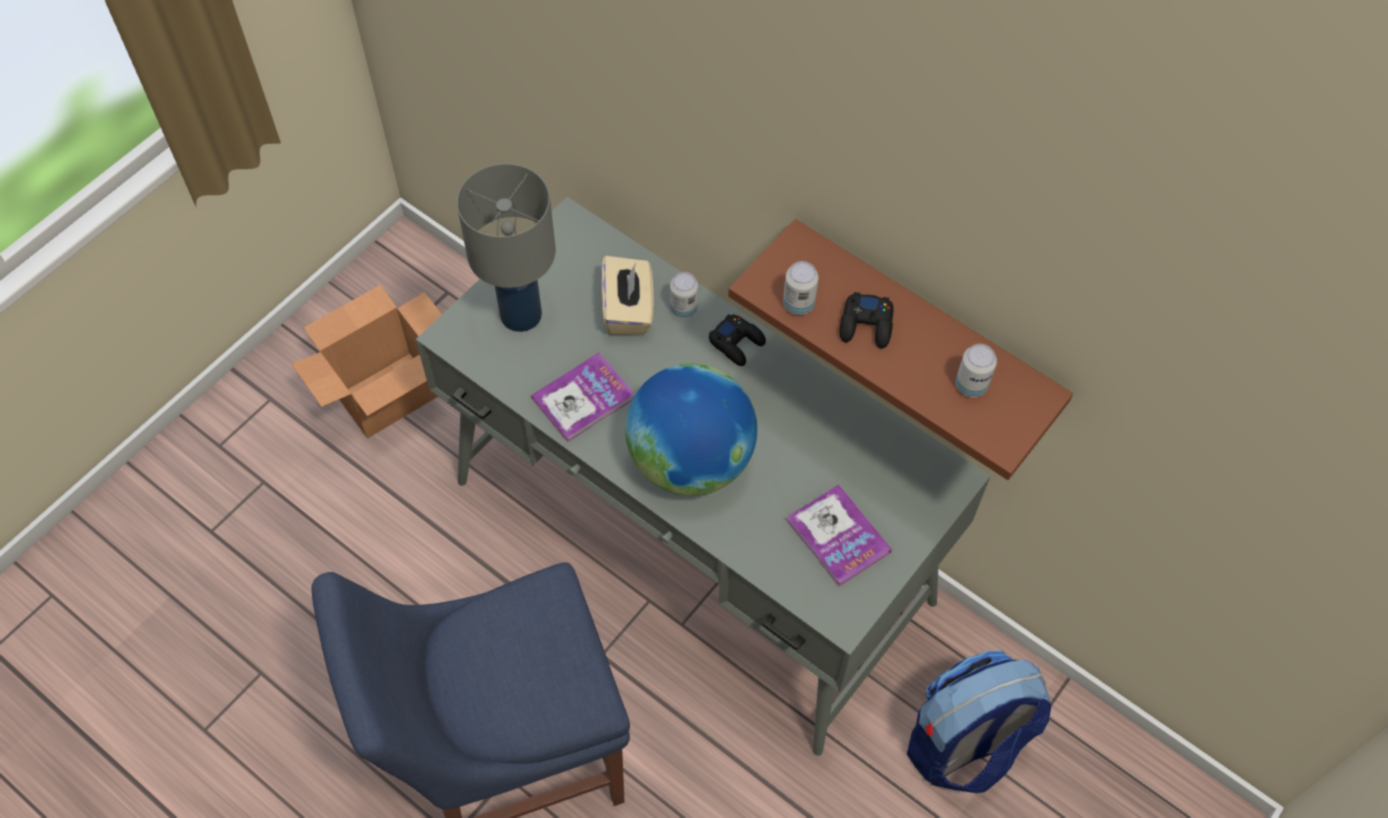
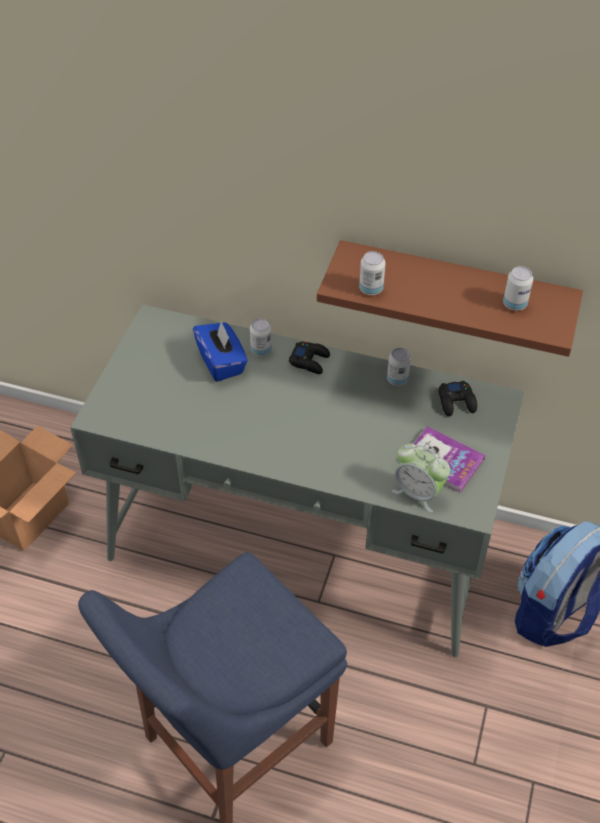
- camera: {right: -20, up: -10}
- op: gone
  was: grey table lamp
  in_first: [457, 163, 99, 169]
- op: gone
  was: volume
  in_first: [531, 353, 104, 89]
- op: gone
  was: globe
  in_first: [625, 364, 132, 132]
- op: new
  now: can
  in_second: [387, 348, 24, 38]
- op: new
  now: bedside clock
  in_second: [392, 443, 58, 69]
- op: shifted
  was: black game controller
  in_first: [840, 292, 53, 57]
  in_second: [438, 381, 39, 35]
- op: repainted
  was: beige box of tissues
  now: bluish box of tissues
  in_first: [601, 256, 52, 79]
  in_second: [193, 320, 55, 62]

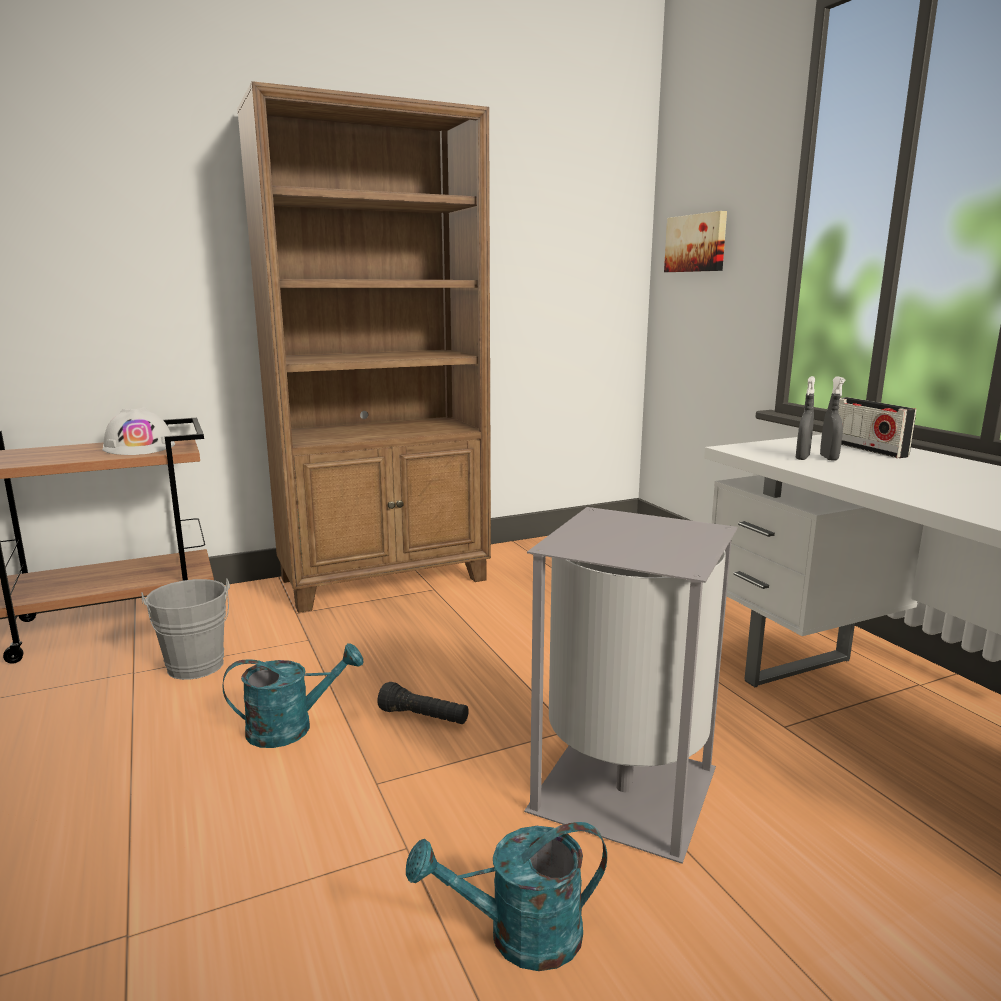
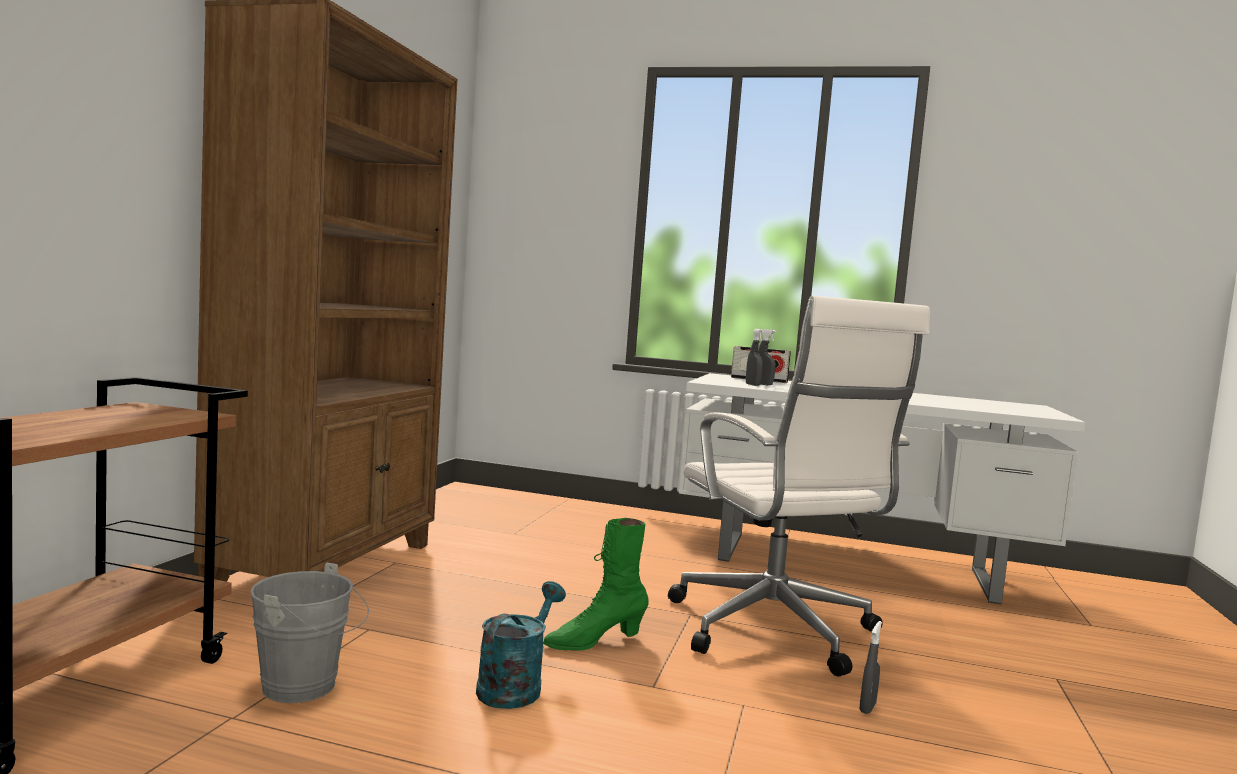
- camera: {right: -50, up: -10}
- op: gone
  was: white hard hat
  in_first: [102, 407, 73, 48]
- op: gone
  was: wall art
  in_first: [664, 211, 63, 61]
- op: swapped
  was: black torch
  now: greenish tall boot
  in_first: [377, 682, 92, 42]
  in_second: [543, 518, 106, 133]
- op: swapped
  was: turquoise-coloured watering can
  now: grey hand sprayer
  in_first: [406, 822, 201, 149]
  in_second: [860, 621, 22, 93]
- op: swapped
  was: grey rubbish bin
  now: white office chair
  in_first: [524, 507, 214, 357]
  in_second: [668, 296, 262, 380]

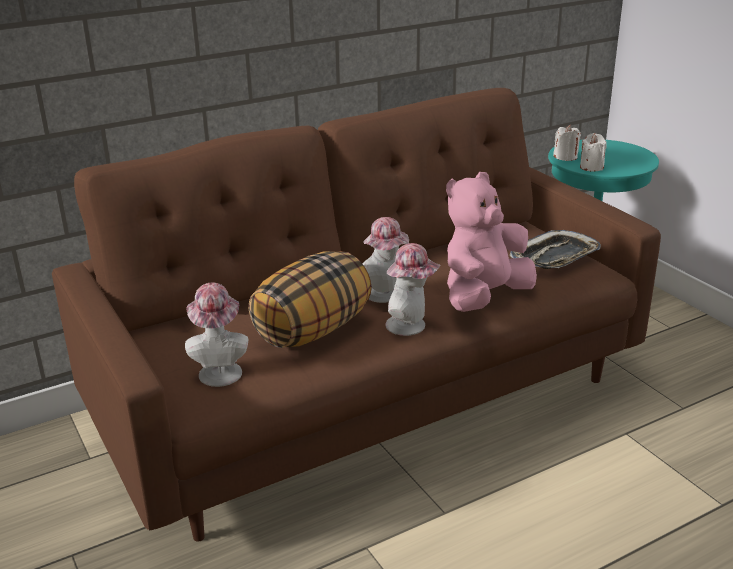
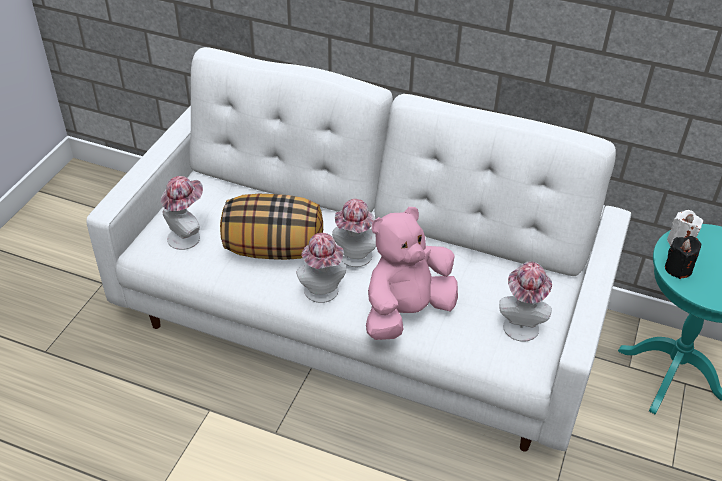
- camera: {right: 50, up: 15}
- op: swapped
  was: tray
  now: clothing hat
  in_first: [510, 230, 91, 39]
  in_second: [499, 261, 53, 81]
- op: repainted
  was: brown-coloured couch
  now: white couch
  in_first: [52, 88, 609, 454]
  in_second: [86, 47, 545, 405]
- op: repainted
  was: white wax candle
  now: black wax candle
  in_first: [580, 133, 27, 38]
  in_second: [665, 236, 36, 43]
- op: rotated
  was: pinkish cuddly toy
  in_first: [446, 172, 91, 140]
  in_second: [366, 207, 92, 133]
  clockwise: -45

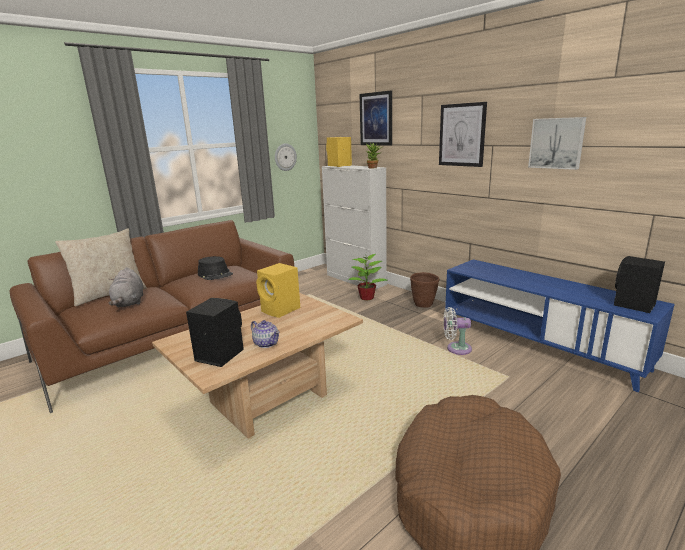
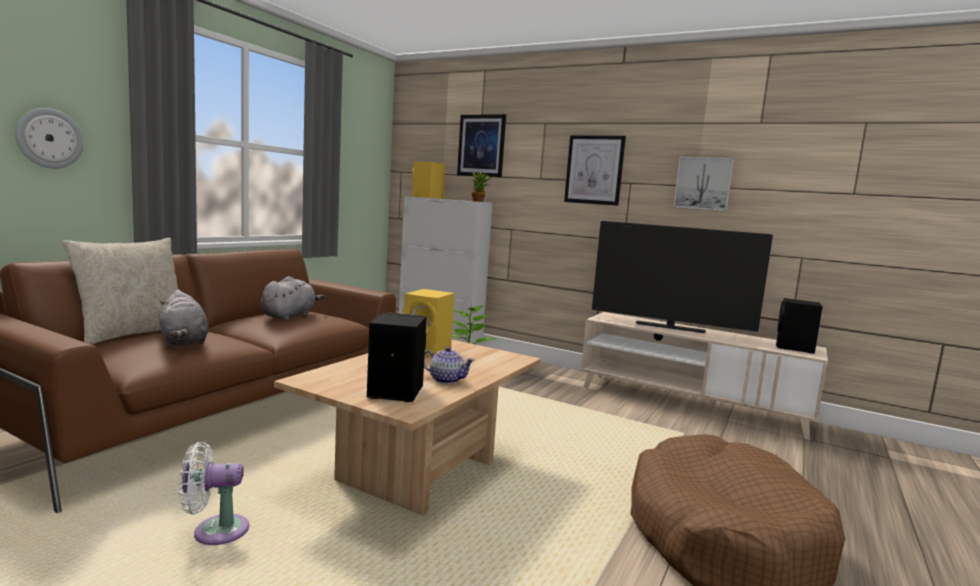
- camera: {right: -20, up: -10}
- op: gone
  was: brown-coloured flower pot
  in_first: [410, 272, 29, 36]
- op: new
  now: TV
  in_second: [592, 221, 181, 112]
- op: shifted
  was: wall clock
  in_first: [275, 143, 22, 28]
  in_second: [15, 108, 69, 61]
- op: shifted
  was: white electric fan
  in_first: [443, 307, 29, 48]
  in_second: [179, 442, 70, 103]
- op: swapped
  was: black clothing hat
  now: grey cuddly toy
  in_first: [198, 256, 35, 24]
  in_second: [261, 277, 64, 43]
- op: repainted
  was: bluish tv stand
  now: beige tv stand
  in_first: [445, 259, 230, 133]
  in_second: [581, 312, 247, 128]

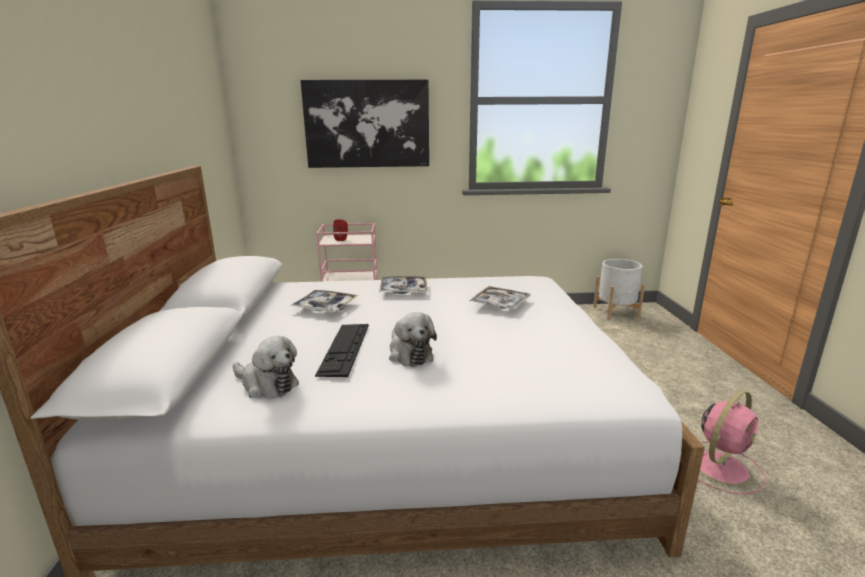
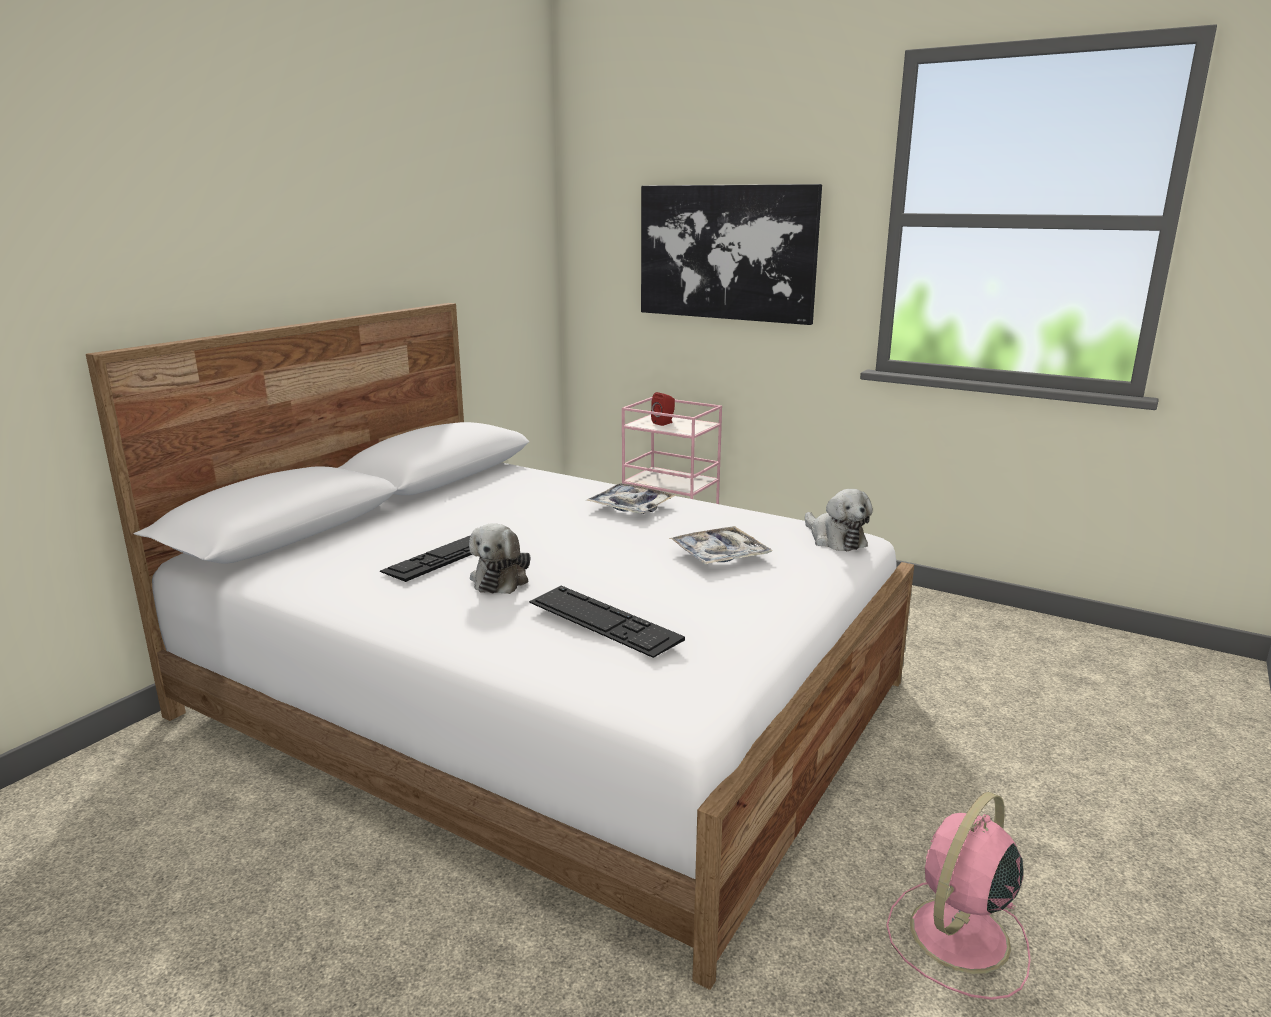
- camera: {right: 35, up: 0}
- op: gone
  was: tray
  in_first: [290, 290, 68, 23]
- op: gone
  was: white flower pot
  in_first: [593, 259, 52, 61]
- op: new
  now: keyboard
  in_second: [529, 586, 156, 72]
- op: shifted
  was: cuddly toy
  in_first: [233, 336, 66, 62]
  in_second: [805, 489, 68, 62]
- op: rotated
  was: pinkish electric fan
  in_first: [698, 390, 68, 105]
  in_second: [886, 792, 145, 208]
  clockwise: 135

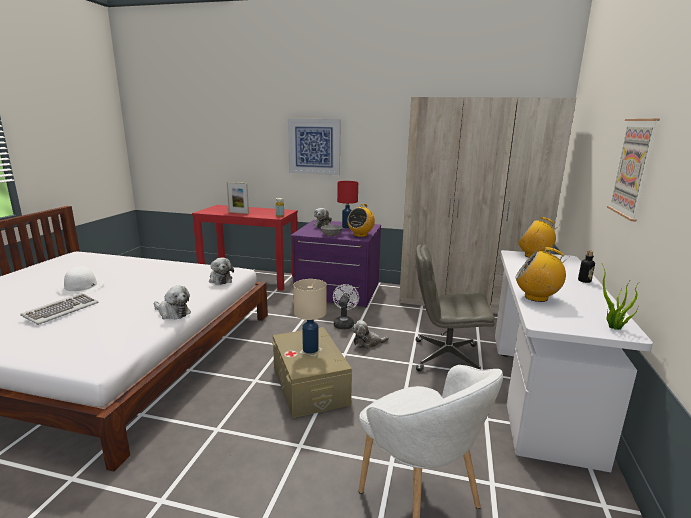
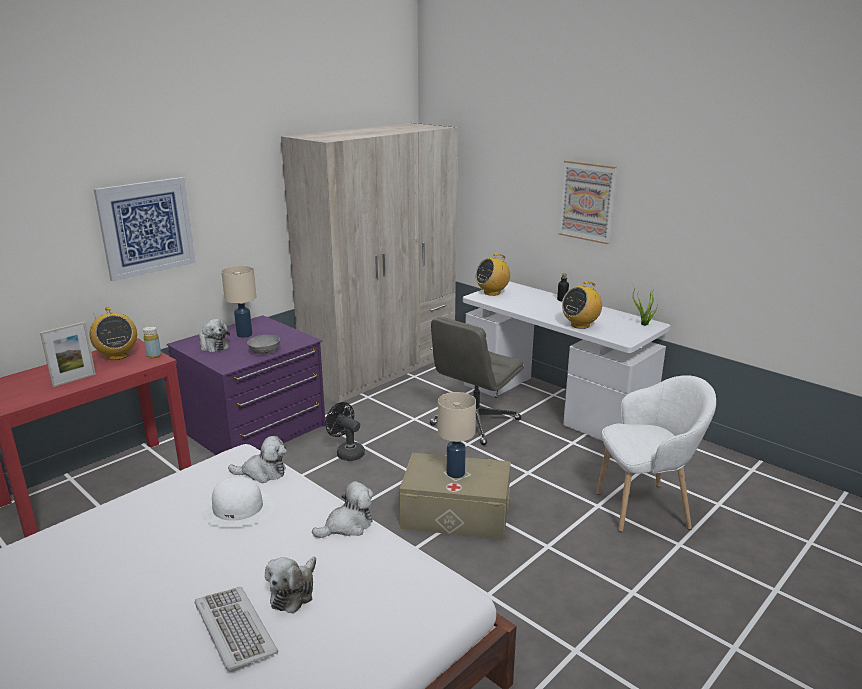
- camera: {right: -60, up: 5}
- op: shifted
  was: white clothing hat
  in_first: [57, 266, 47, 30]
  in_second: [202, 477, 72, 50]
- op: shifted
  was: radio receiver
  in_first: [347, 204, 28, 33]
  in_second: [90, 307, 47, 53]
- op: shifted
  was: cuddly toy
  in_first: [352, 320, 37, 29]
  in_second: [265, 557, 51, 57]
- op: repainted
  was: white electric fan
  now: black electric fan
  in_first: [333, 284, 26, 45]
  in_second: [325, 402, 40, 59]
- op: repainted
  was: reddish table lamp
  now: beige table lamp
  in_first: [337, 181, 21, 48]
  in_second: [221, 266, 35, 72]

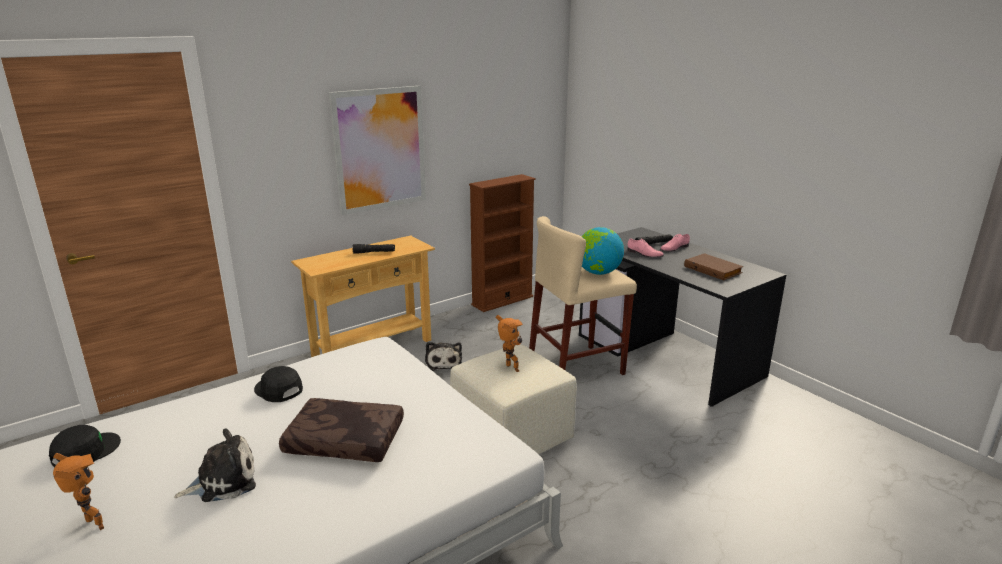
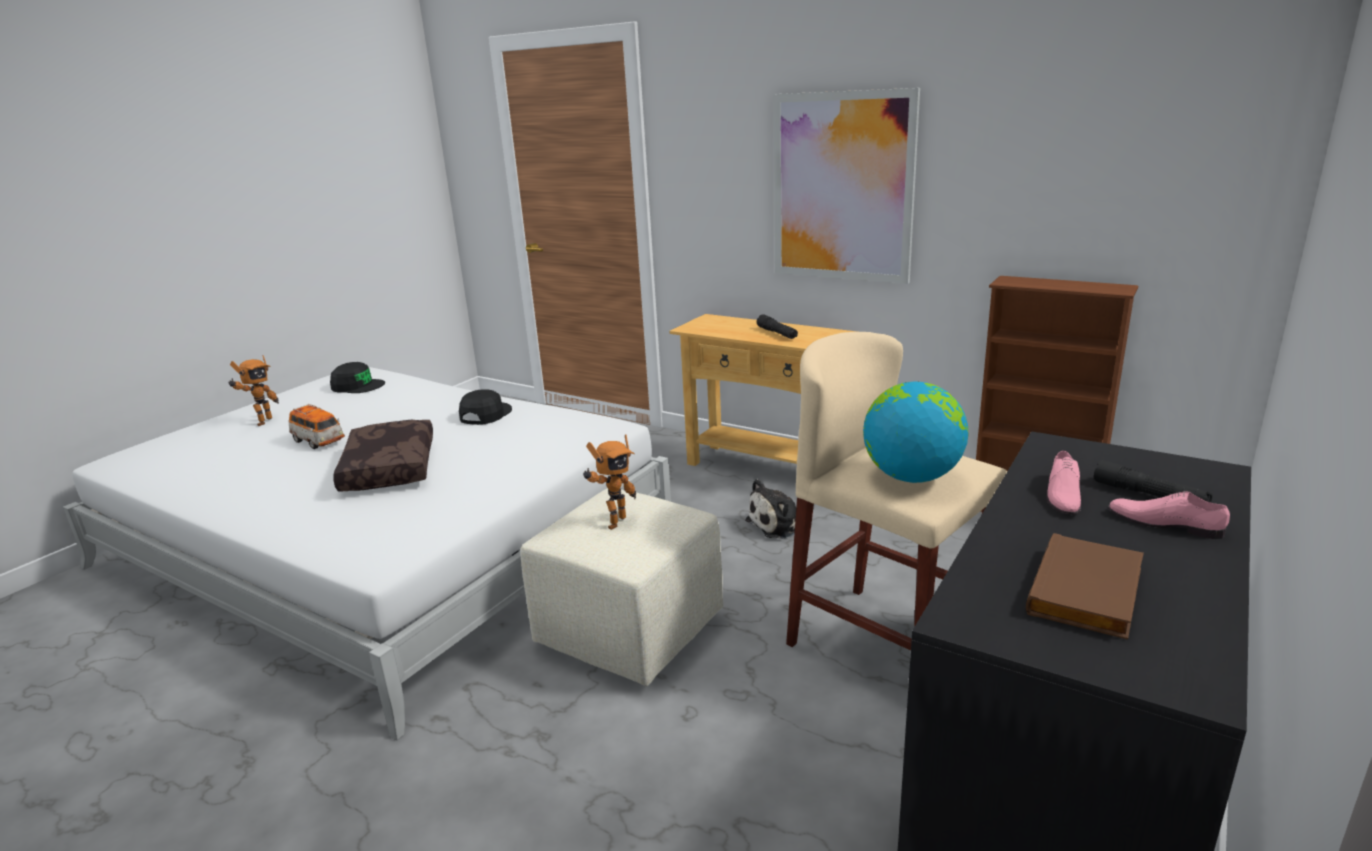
- camera: {right: 70, up: 0}
- op: swapped
  was: cuddly toy
  now: miniature car
  in_first: [174, 428, 82, 74]
  in_second: [289, 404, 56, 45]

